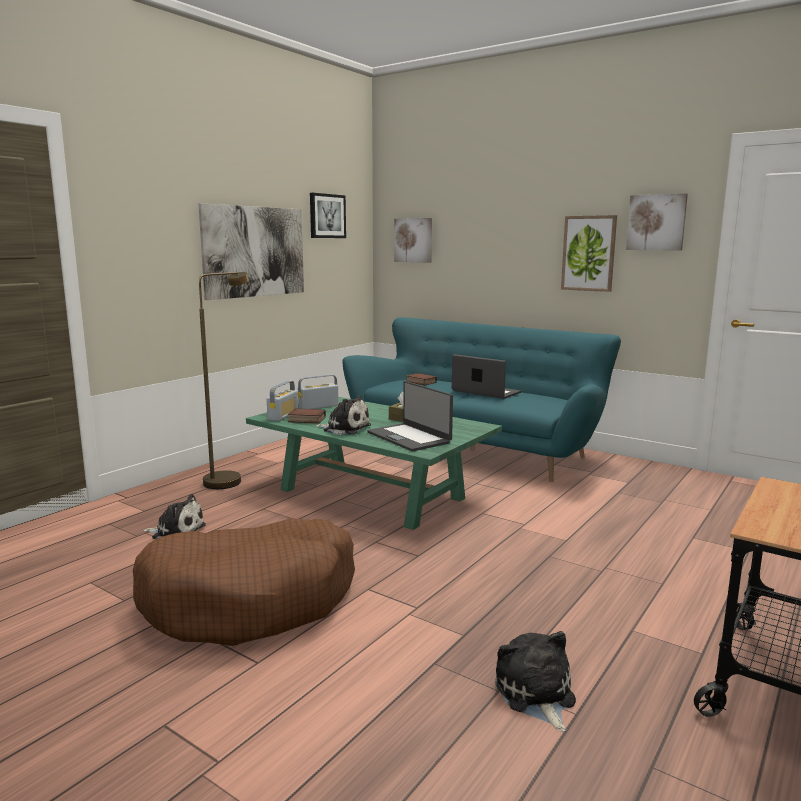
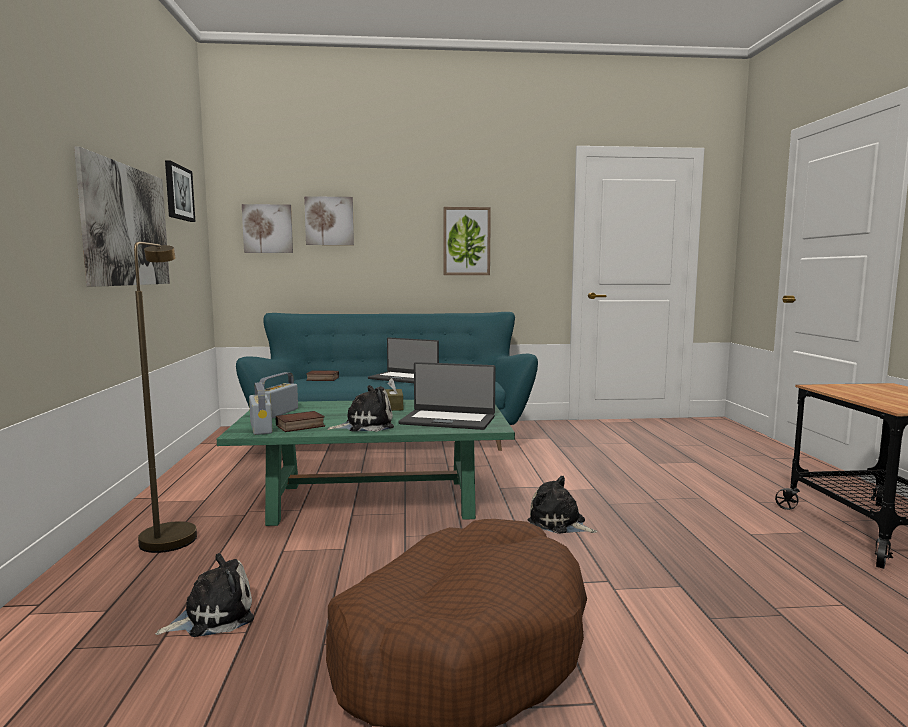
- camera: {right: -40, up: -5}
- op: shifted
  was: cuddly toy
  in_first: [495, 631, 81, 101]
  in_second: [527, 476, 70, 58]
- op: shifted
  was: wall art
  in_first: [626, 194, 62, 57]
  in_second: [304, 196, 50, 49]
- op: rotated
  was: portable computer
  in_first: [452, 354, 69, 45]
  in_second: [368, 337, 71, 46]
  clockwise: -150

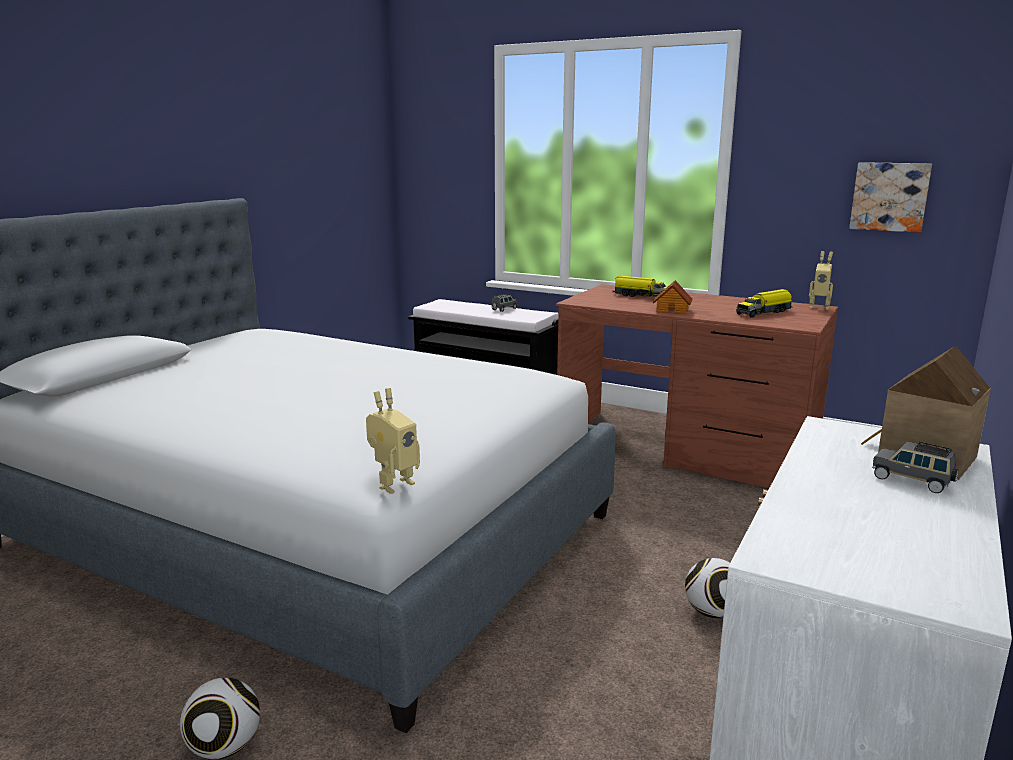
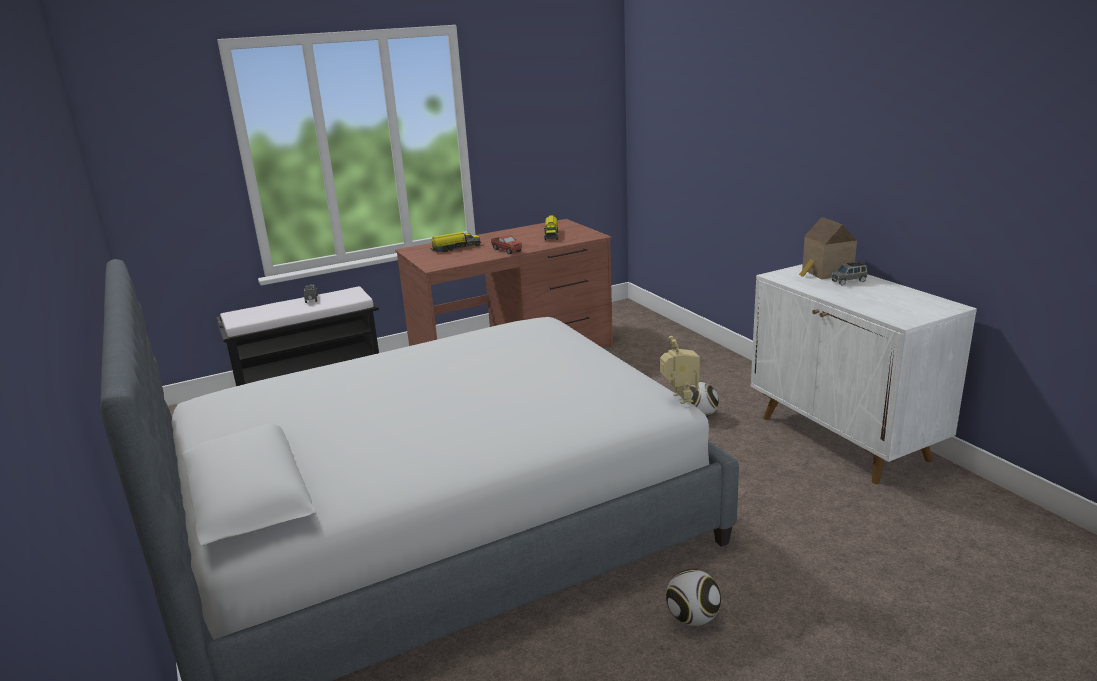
- camera: {right: -55, up: 5}
- op: gone
  was: model robot
  in_first: [809, 251, 24, 59]
- op: gone
  was: wall art
  in_first: [849, 162, 83, 71]
- op: swapped
  was: model house
  now: toy lorry
  in_first: [653, 280, 40, 34]
  in_second: [491, 235, 31, 19]

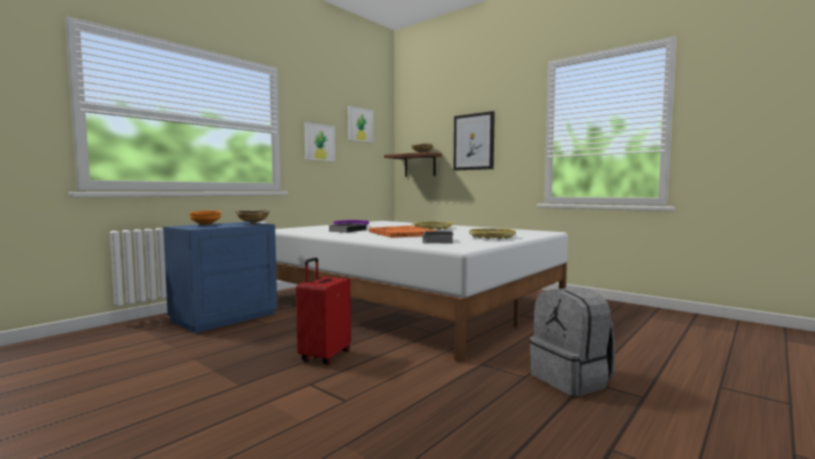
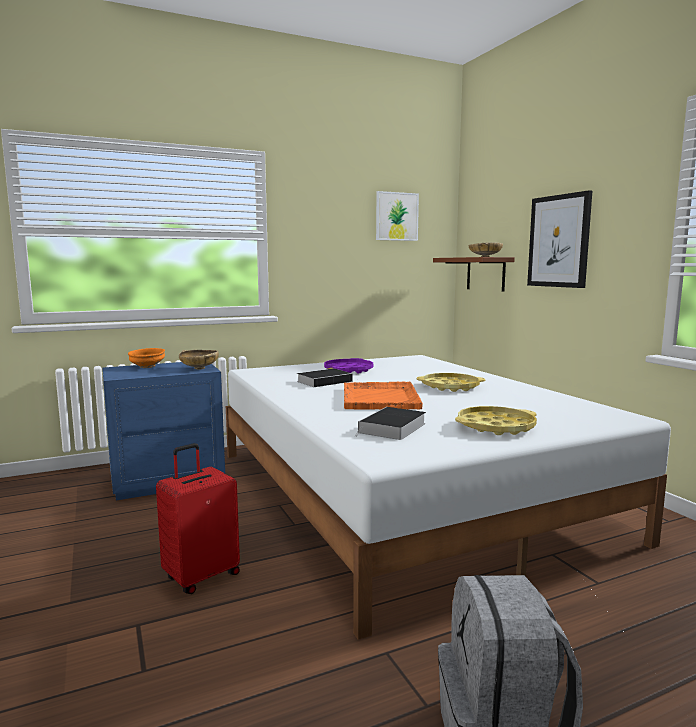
- camera: {right: 25, up: 5}
- op: gone
  was: wall art
  in_first: [305, 122, 30, 39]

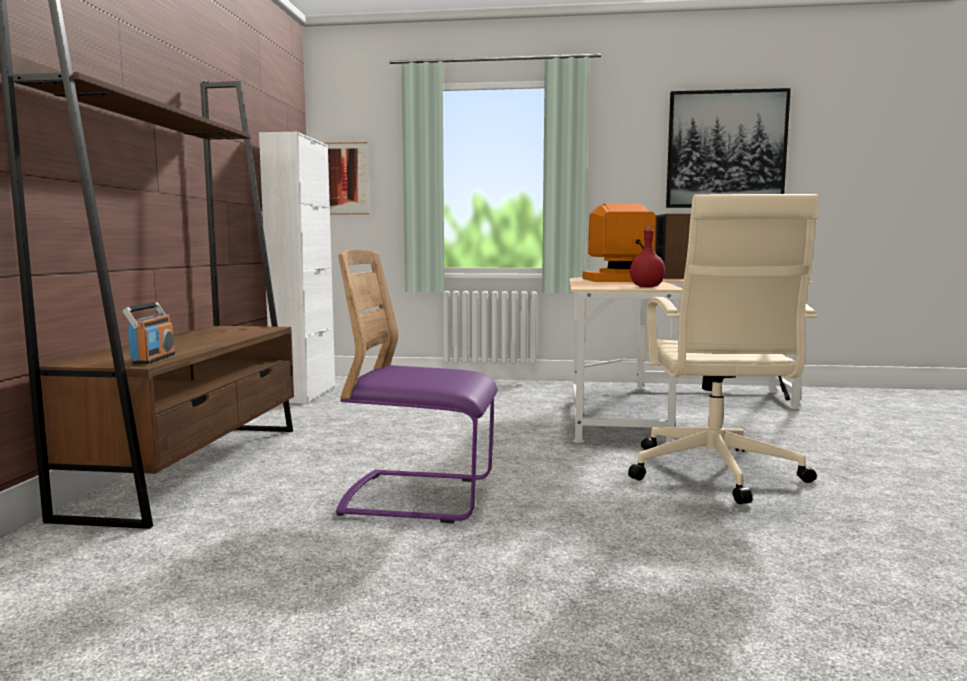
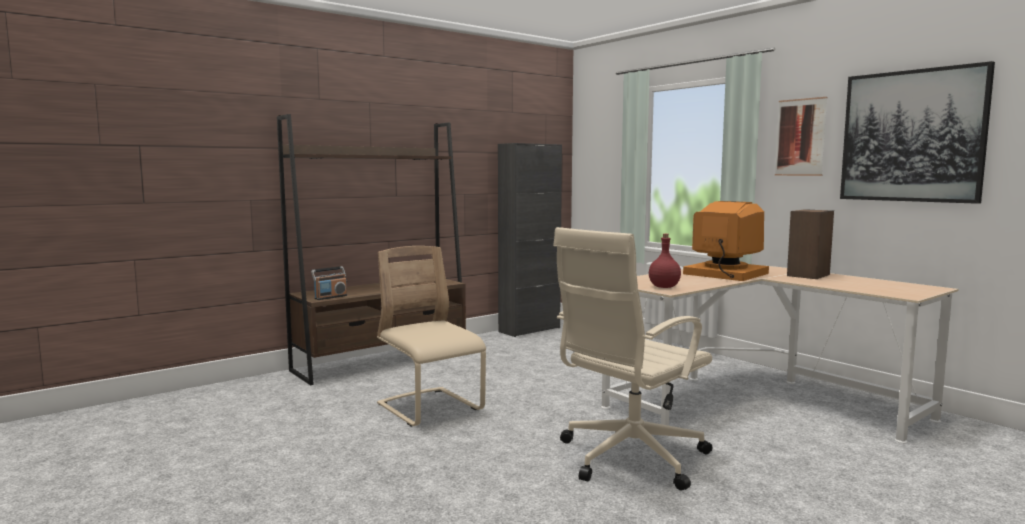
- camera: {right: 45, up: 0}
- op: shifted
  was: wall art
  in_first: [325, 142, 45, 73]
  in_second: [775, 97, 52, 79]
- op: repainted
  was: white storage cabinet
  now: black storage cabinet
  in_first: [259, 132, 76, 272]
  in_second: [498, 143, 64, 194]
- op: repainted
  was: purple chair
  now: beige chair
  in_first: [336, 249, 162, 274]
  in_second: [377, 246, 109, 181]

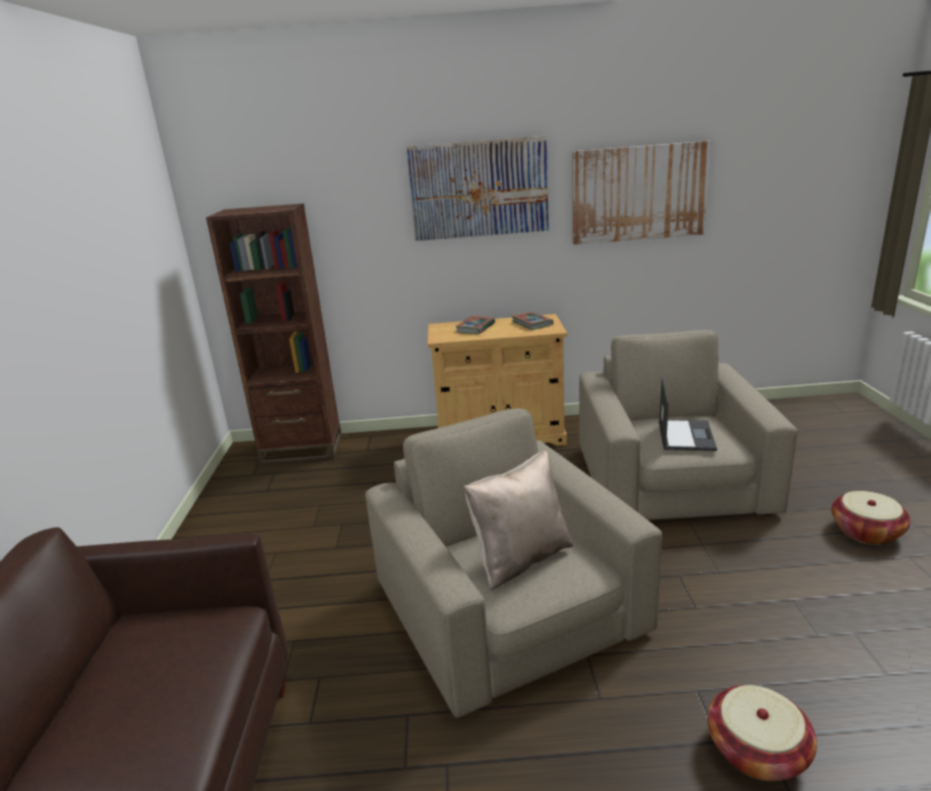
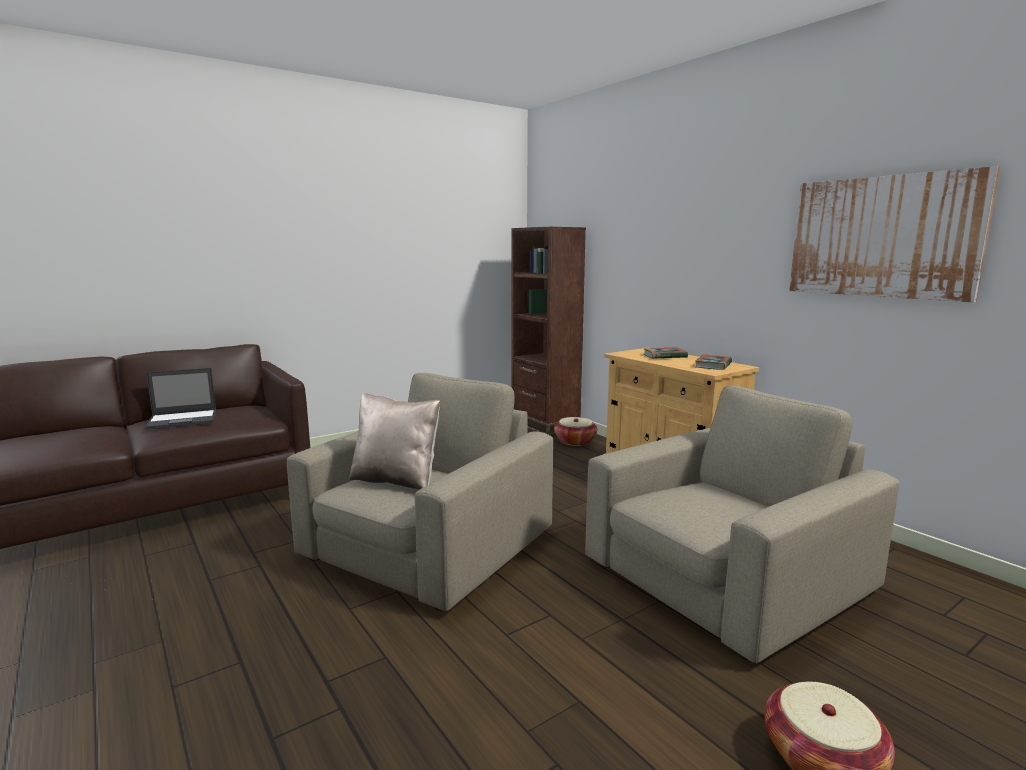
- camera: {right: 55, up: -10}
- op: gone
  was: wall art
  in_first: [406, 136, 143, 105]
- op: shifted
  was: portable computer
  in_first: [659, 378, 58, 73]
  in_second: [145, 368, 71, 62]
- op: shifted
  was: household basket
  in_first: [707, 685, 110, 96]
  in_second: [554, 417, 43, 29]

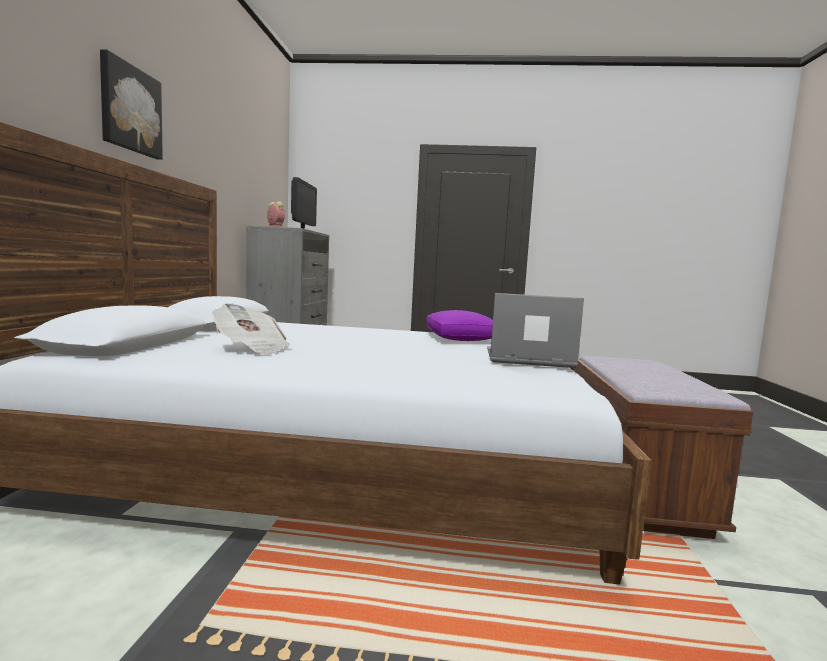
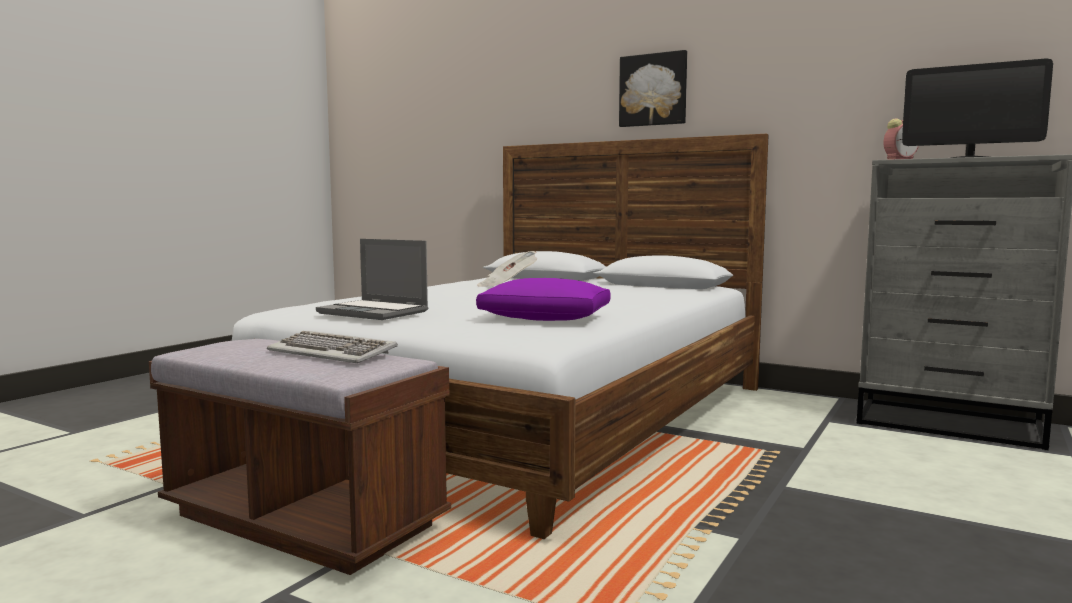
- camera: {right: 115, up: 0}
- op: new
  now: keyboard
  in_second: [267, 331, 131, 32]
- op: rotated
  was: portable computer
  in_first: [487, 293, 97, 75]
  in_second: [316, 239, 112, 81]
  clockwise: 90

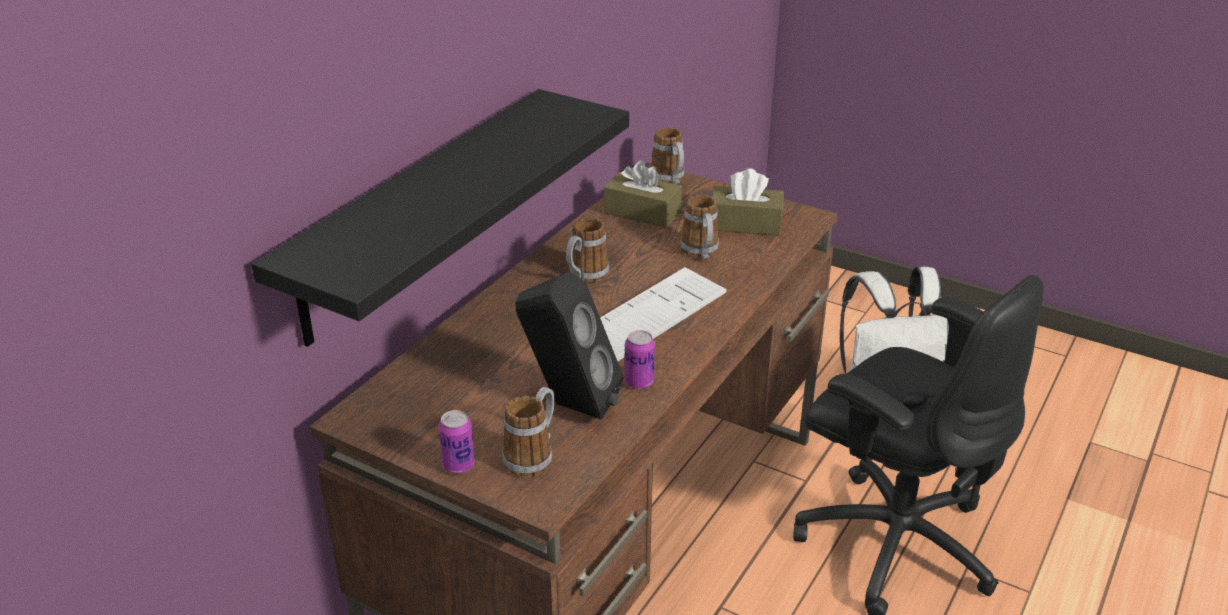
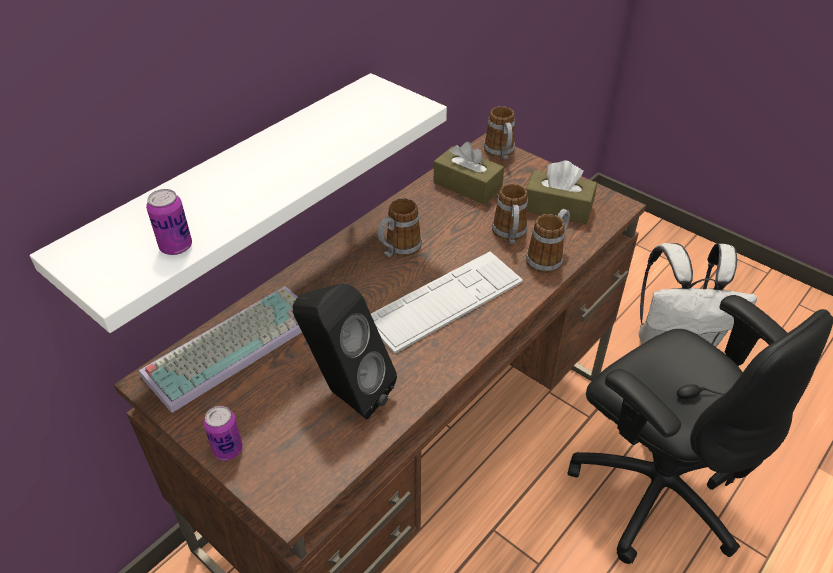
- camera: {right: 10, up: 10}
- op: new
  now: keyboard
  in_second: [139, 286, 163, 127]
- op: shifted
  was: tea mug
  in_first: [502, 387, 53, 90]
  in_second: [526, 209, 44, 64]
- op: shifted
  was: can
  in_first: [625, 330, 30, 59]
  in_second: [146, 189, 46, 66]
- op: repainted
  was: black shelf
  now: white shelf
  in_first: [251, 89, 378, 258]
  in_second: [30, 73, 417, 260]

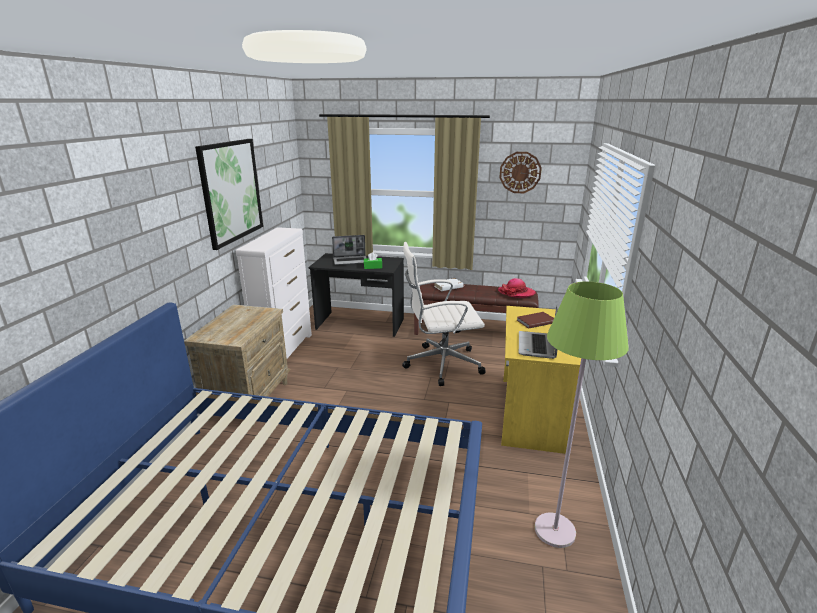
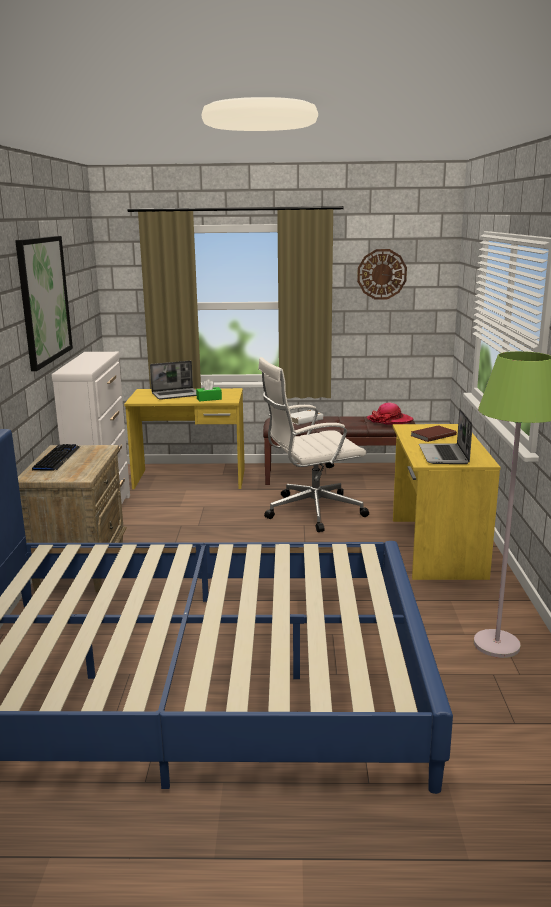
- camera: {right: -10, up: -5}
- op: new
  now: keyboard
  in_second: [32, 444, 48, 26]
- op: repainted
  was: black desk table
  now: yellow desk table
  in_first: [309, 253, 95, 84]
  in_second: [124, 388, 121, 101]

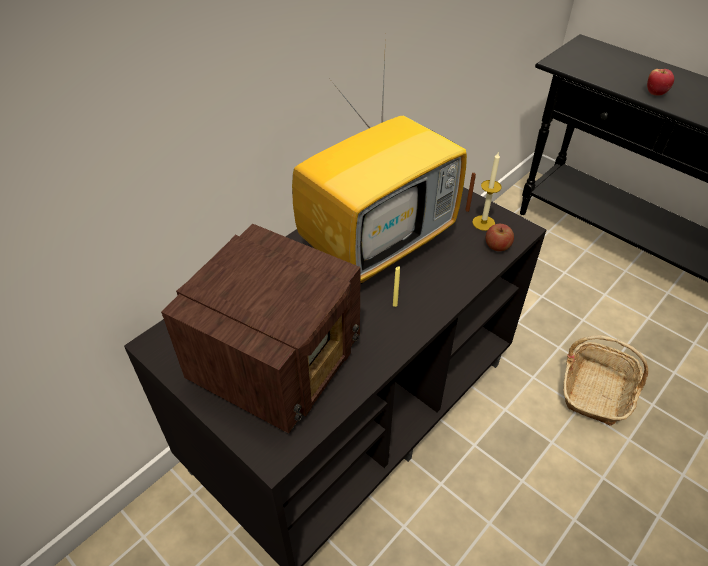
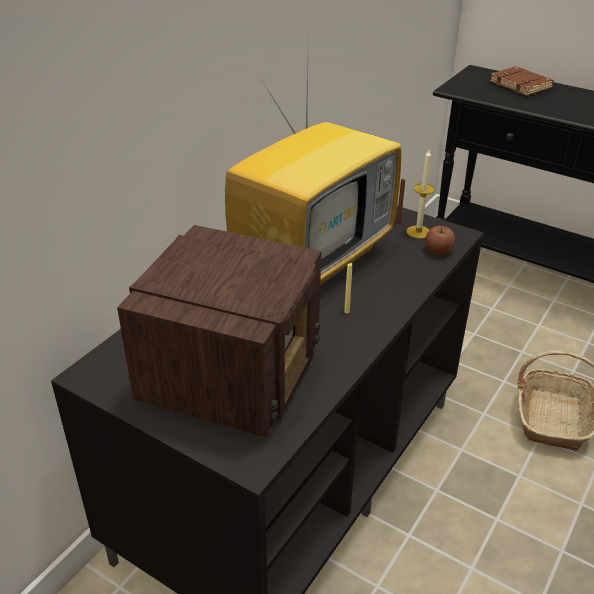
- camera: {right: -10, up: -10}
- op: gone
  was: apple
  in_first: [647, 69, 27, 27]
- op: new
  now: brown-coloured volume
  in_second: [490, 66, 64, 30]

